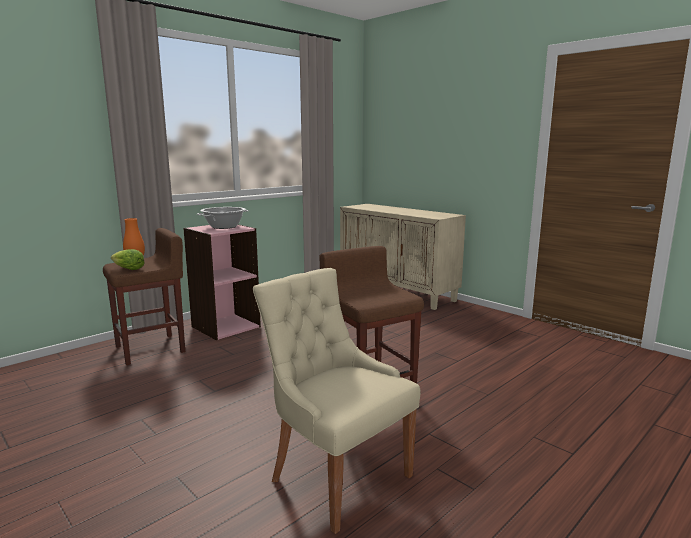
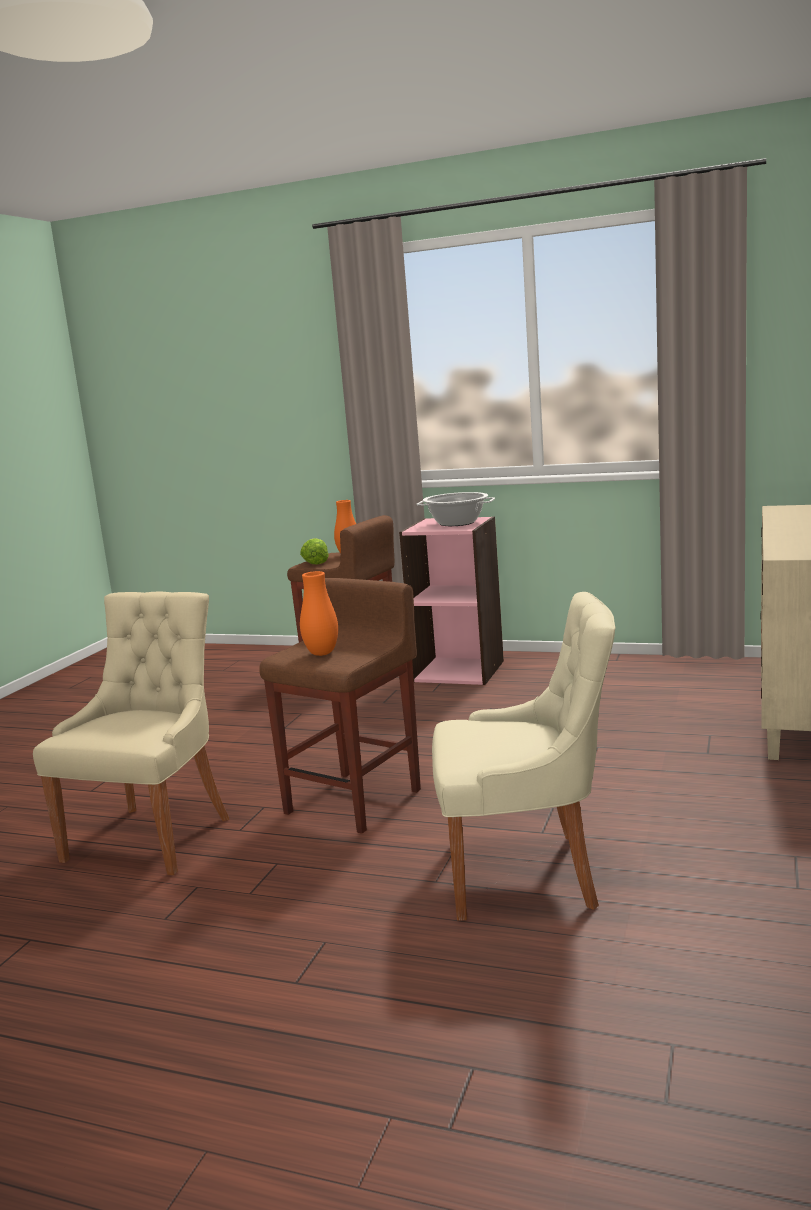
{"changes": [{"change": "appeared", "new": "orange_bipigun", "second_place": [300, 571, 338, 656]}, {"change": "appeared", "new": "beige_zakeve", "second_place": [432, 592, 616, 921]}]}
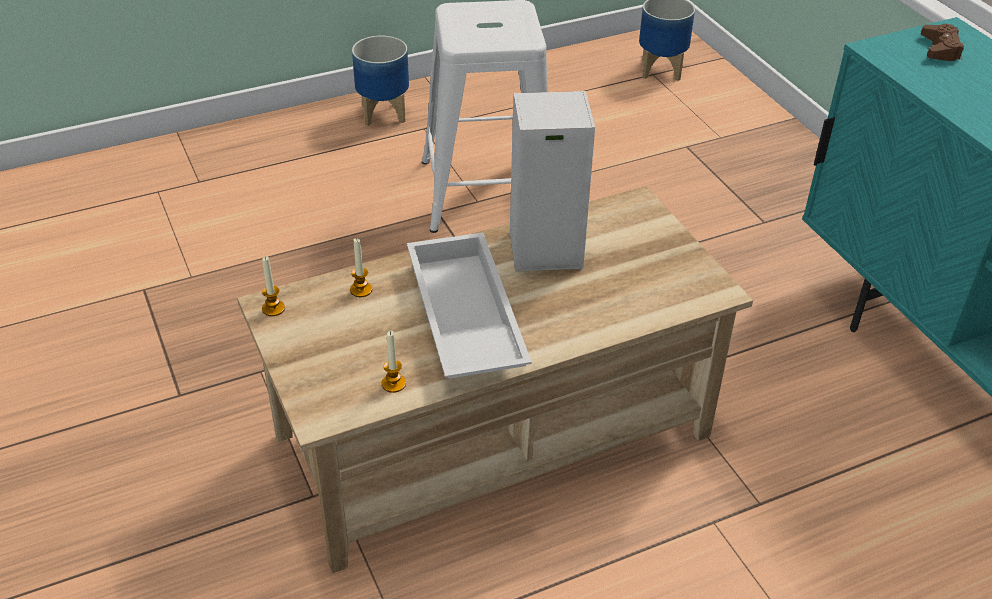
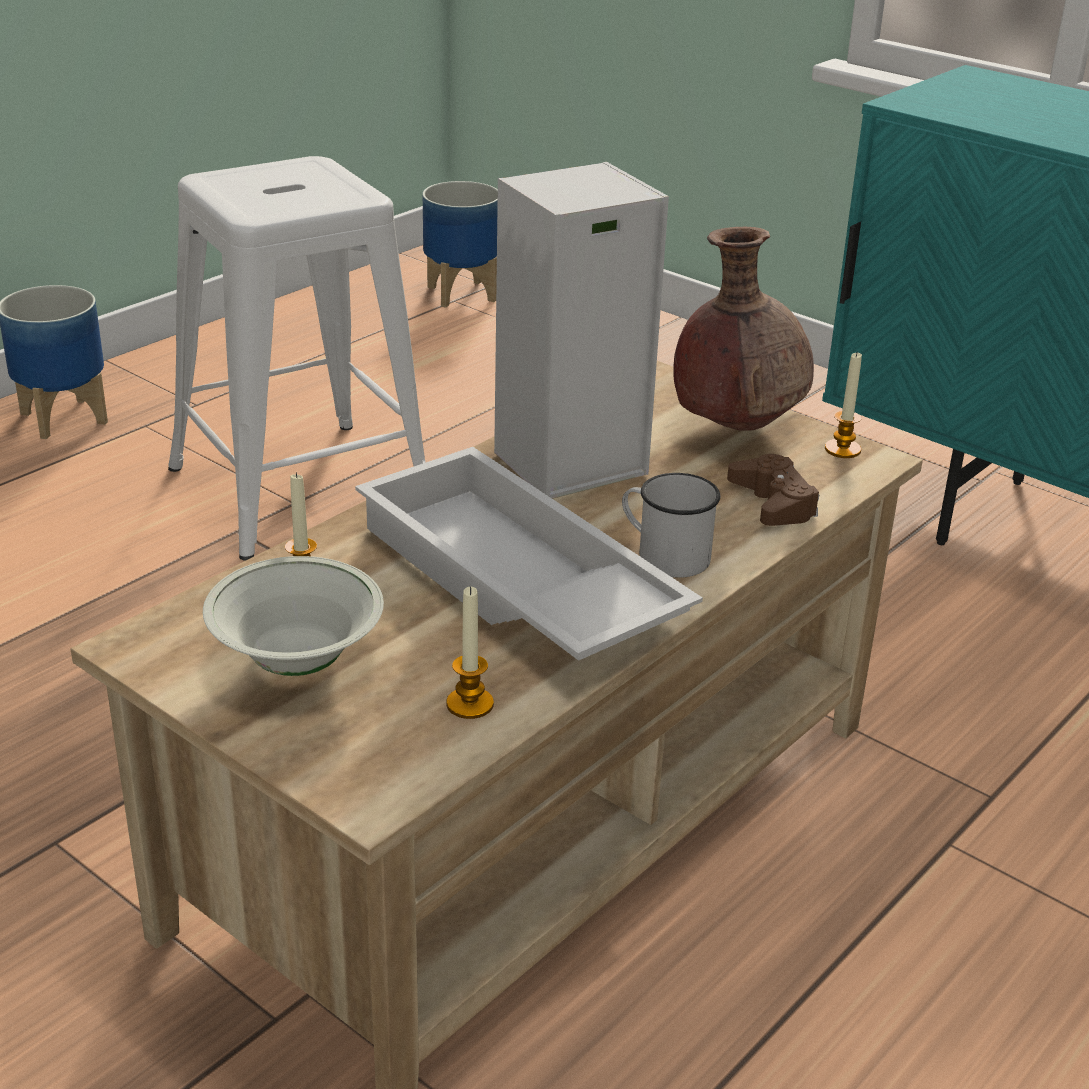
{"changes": [{"change": "appeared", "new": "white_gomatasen", "second_place": [203, 556, 384, 676]}, {"change": "appeared", "new": "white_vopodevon", "second_place": [622, 473, 720, 578]}, {"change": "appeared", "new": "brown_bipigun", "second_place": [673, 227, 814, 431]}, {"change": "relocated", "old": "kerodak", "first_place": [262, 257, 285, 316], "second_place": [825, 353, 862, 458]}, {"change": "relocated", "old": "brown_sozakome", "first_place": [921, 24, 964, 61], "second_place": [727, 454, 819, 526]}]}
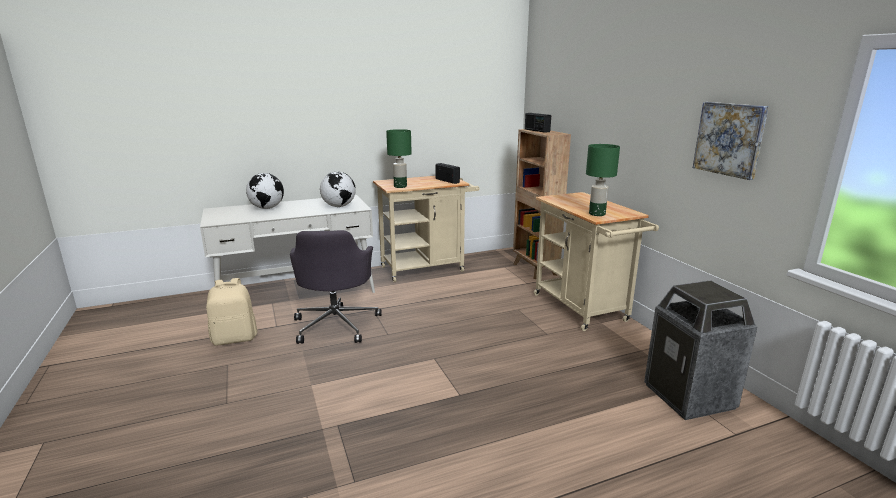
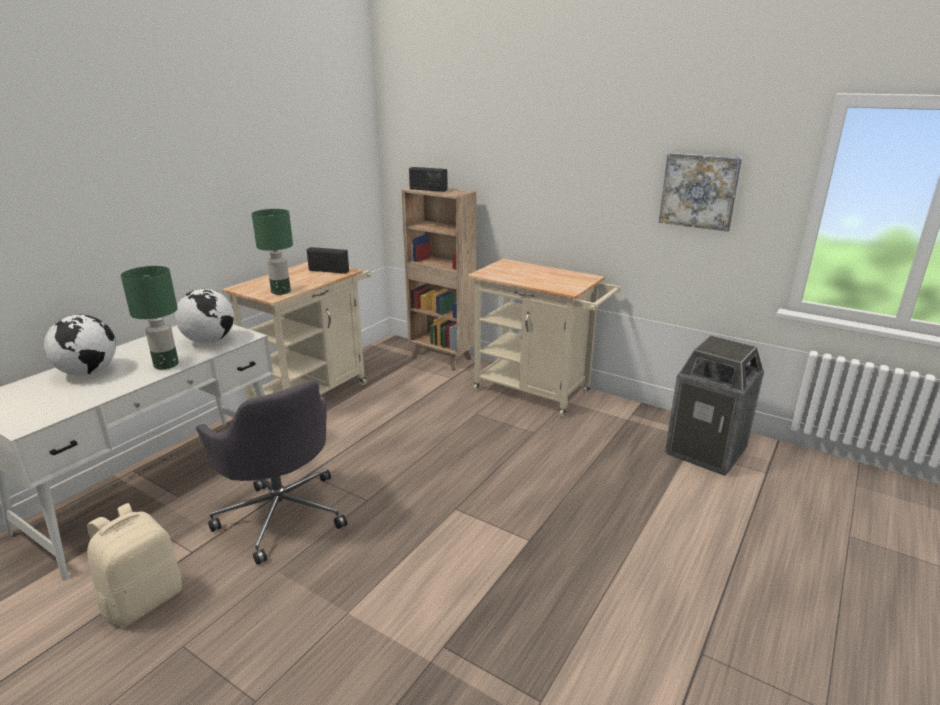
{"changes": [{"change": "relocated", "old": "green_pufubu", "first_place": [586, 144, 620, 216], "second_place": [121, 266, 179, 369]}]}
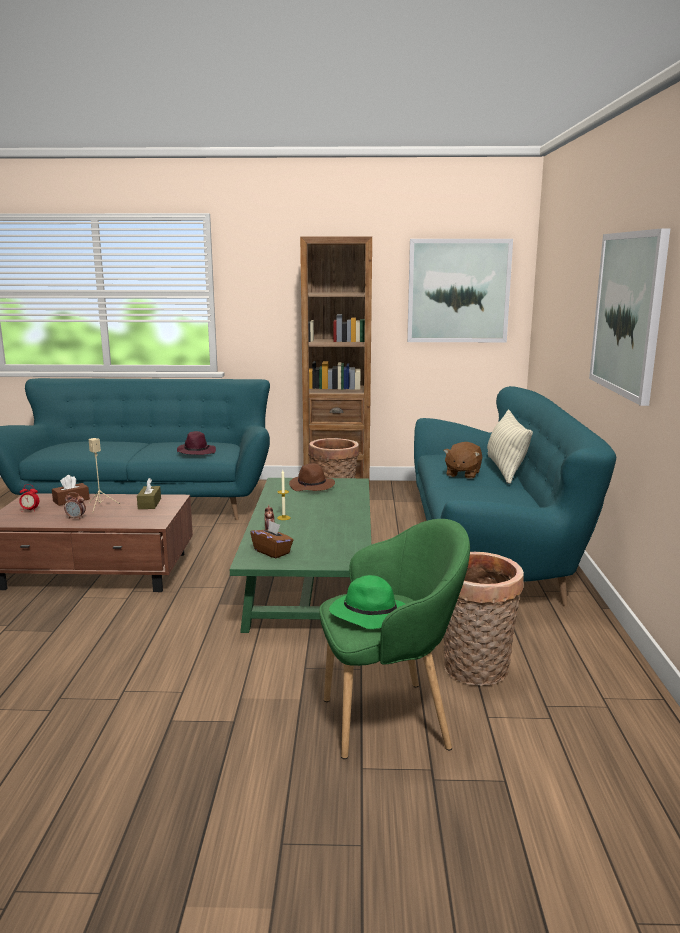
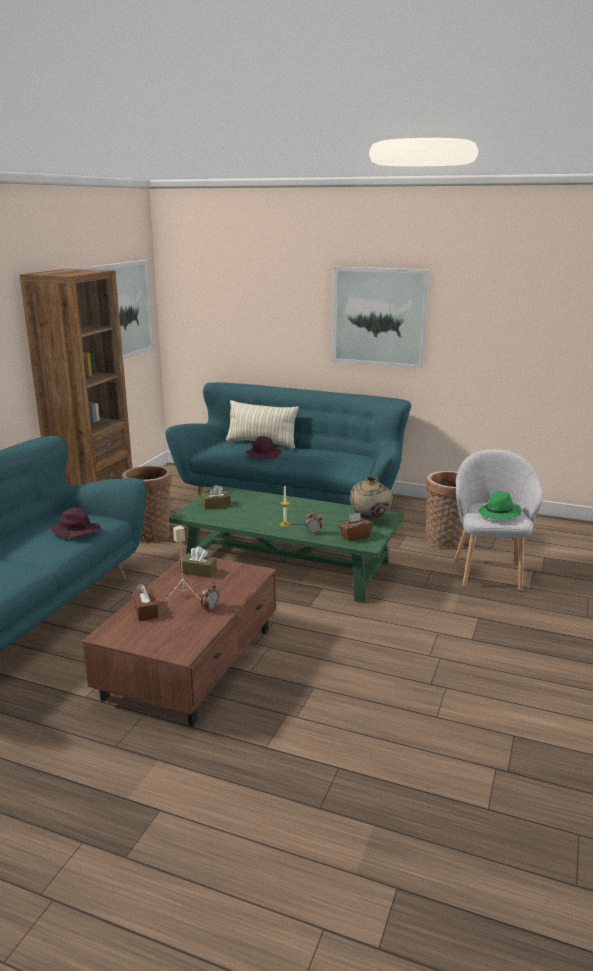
{"changes": [{"change": "missing", "old": "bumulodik", "first_place": [19, 484, 39, 511]}, {"change": "appeared", "new": "beige_bipigun", "second_place": [350, 476, 393, 521]}, {"change": "exchanged", "old": "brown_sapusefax", "new": "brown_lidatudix", "first_place": [289, 463, 335, 491], "second_place": [202, 485, 231, 510]}, {"change": "exchanged", "old": "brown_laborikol", "new": "purple_sapusefax", "first_place": [444, 442, 482, 479], "second_place": [245, 436, 282, 458]}, {"change": "colour", "old": "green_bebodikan", "new": "grey_bebodikan", "first_place": [319, 519, 470, 759], "second_place": [455, 449, 543, 592]}]}
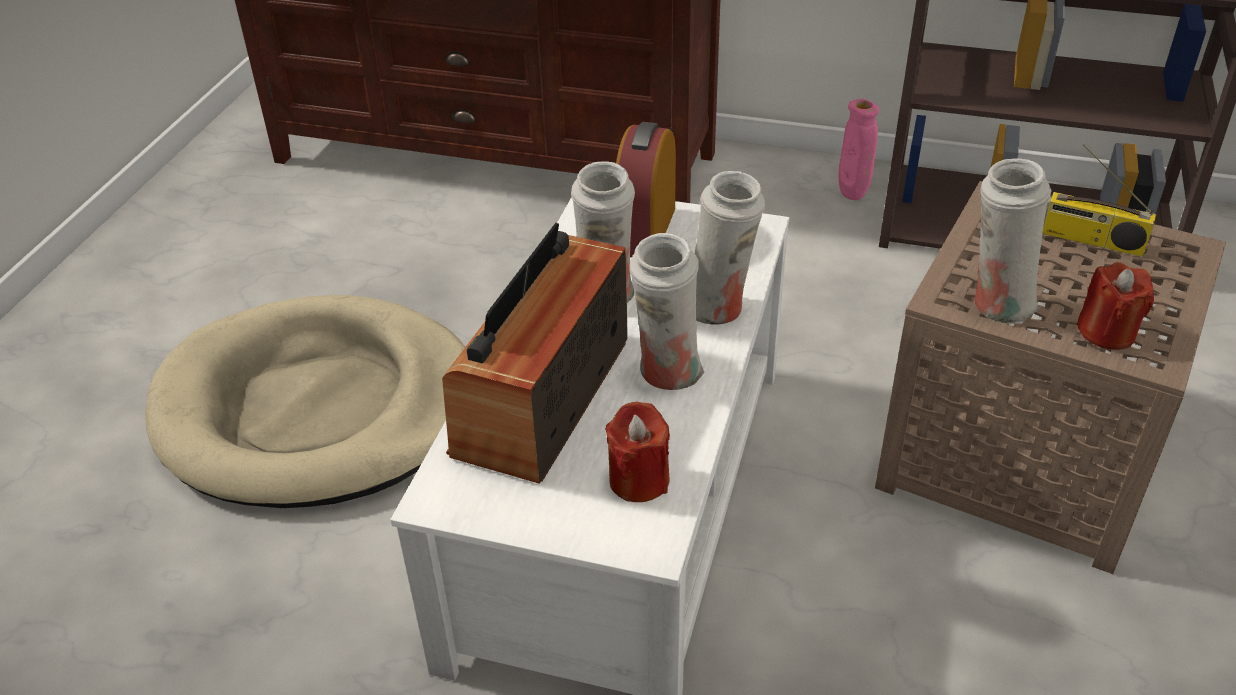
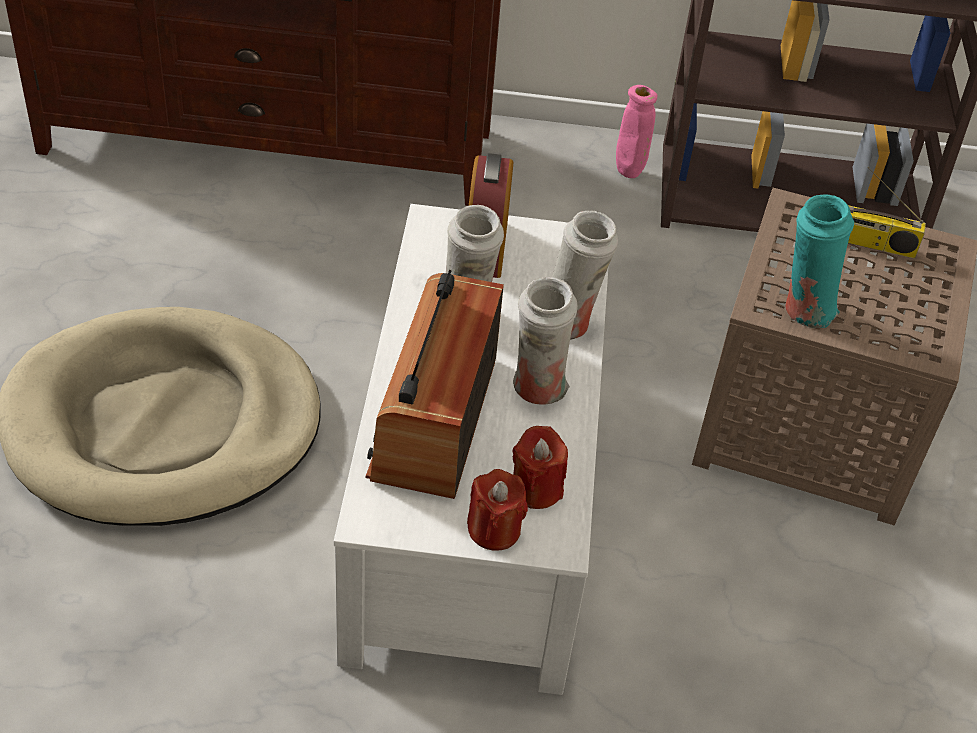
{"changes": [{"change": "relocated", "old": "red_kerodak", "first_place": [1077, 262, 1154, 350], "second_place": [467, 469, 528, 551]}, {"change": "colour", "old": "white_bipigun", "new": "turquoise_bipigun", "first_place": [975, 158, 1052, 324], "second_place": [785, 194, 854, 328]}]}
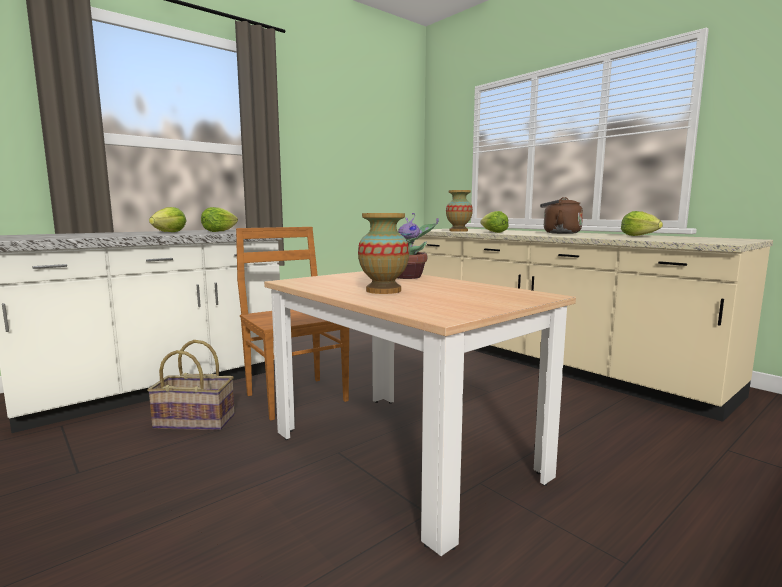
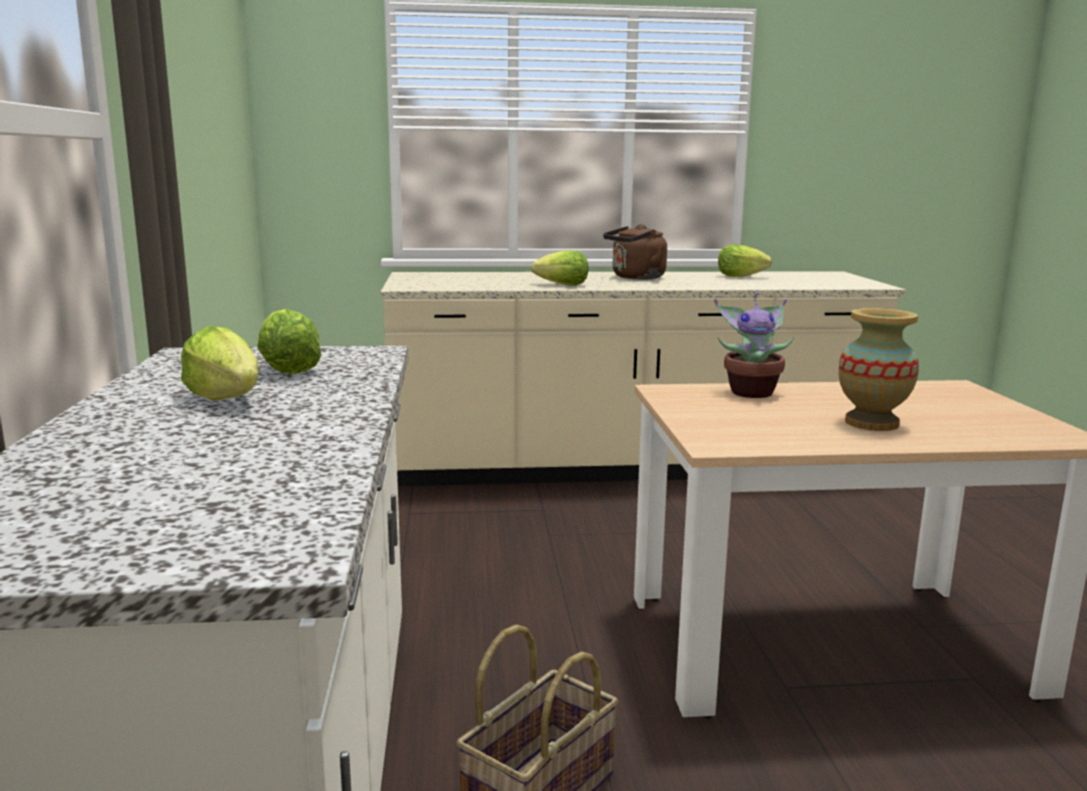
{"changes": [{"change": "missing", "old": "brown_zakeve", "first_place": [236, 227, 349, 420]}, {"change": "missing", "old": "bipigun", "first_place": [446, 190, 473, 232]}]}
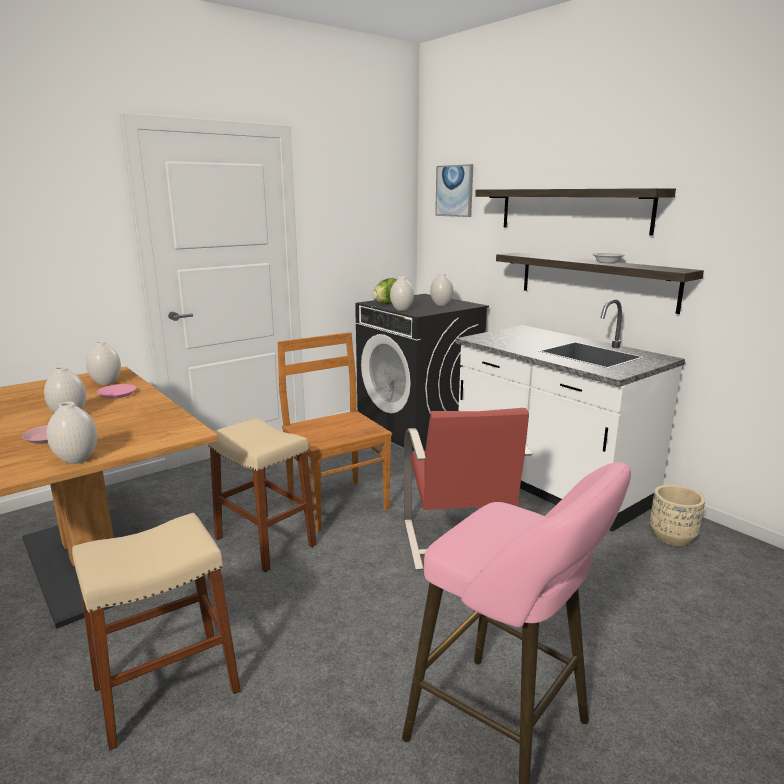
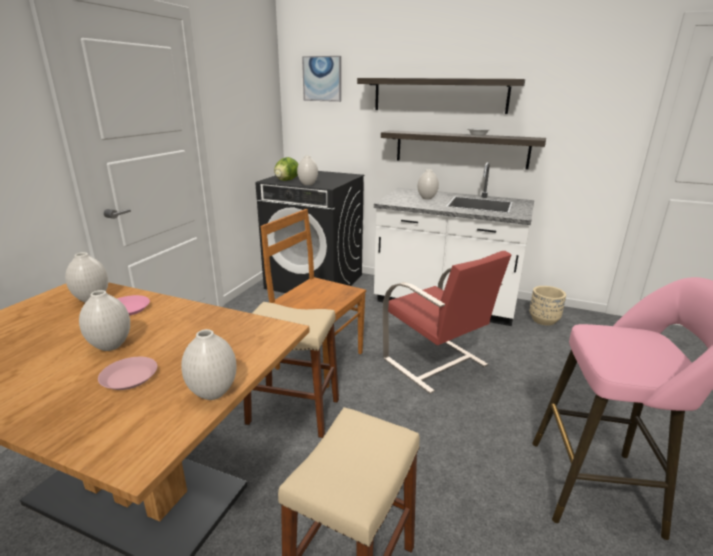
{"changes": [{"change": "relocated", "old": "white_bipigun", "first_place": [430, 273, 453, 306], "second_place": [418, 169, 439, 199]}]}
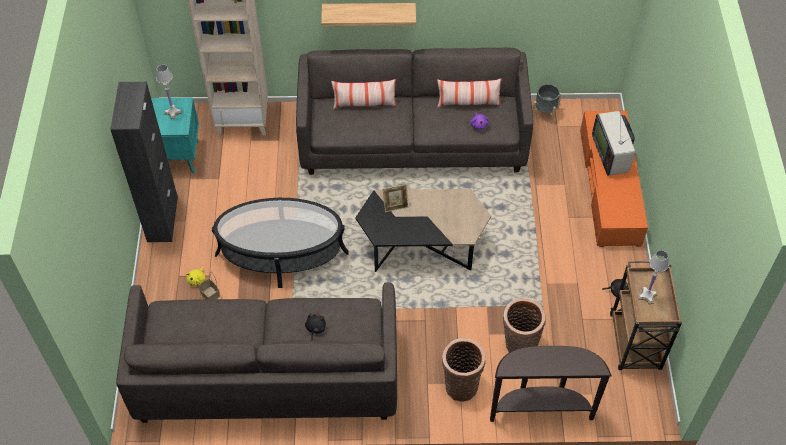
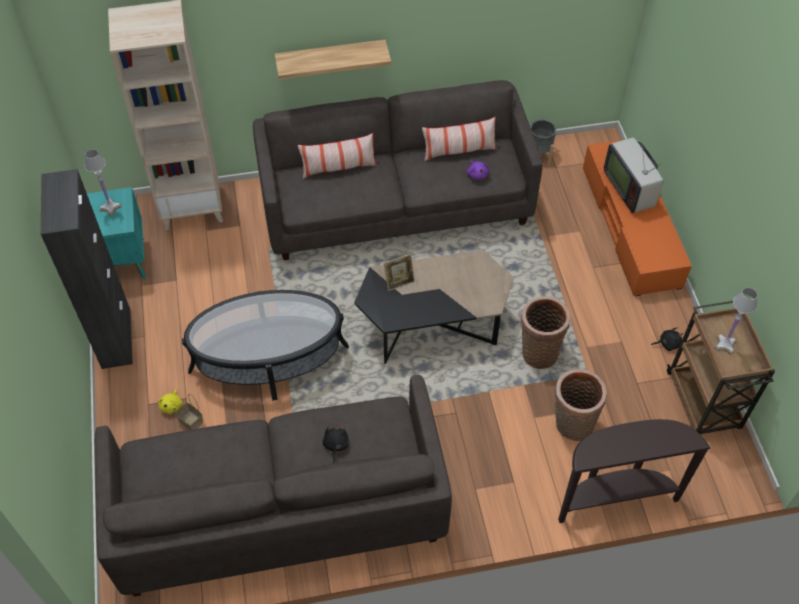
{"changes": [{"change": "relocated", "old": "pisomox", "first_place": [442, 338, 485, 401], "second_place": [521, 296, 570, 369]}]}
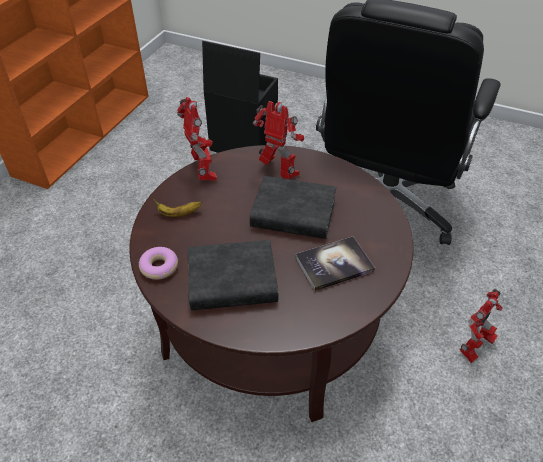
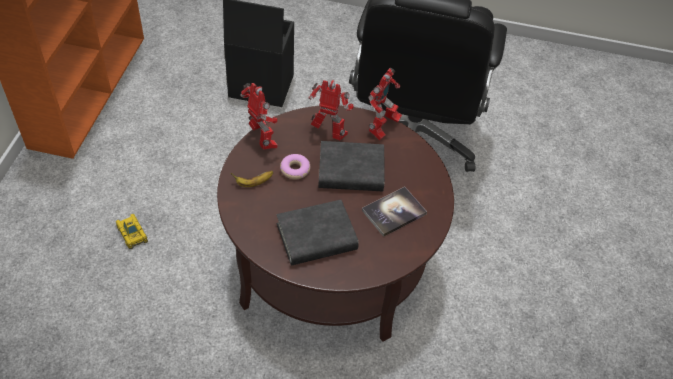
{"changes": [{"change": "appeared", "new": "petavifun", "second_place": [116, 214, 148, 249]}, {"change": "relocated", "old": "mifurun", "first_place": [139, 247, 179, 280], "second_place": [280, 154, 310, 180]}, {"change": "relocated", "old": "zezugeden", "first_place": [460, 289, 503, 363], "second_place": [369, 68, 402, 141]}]}
